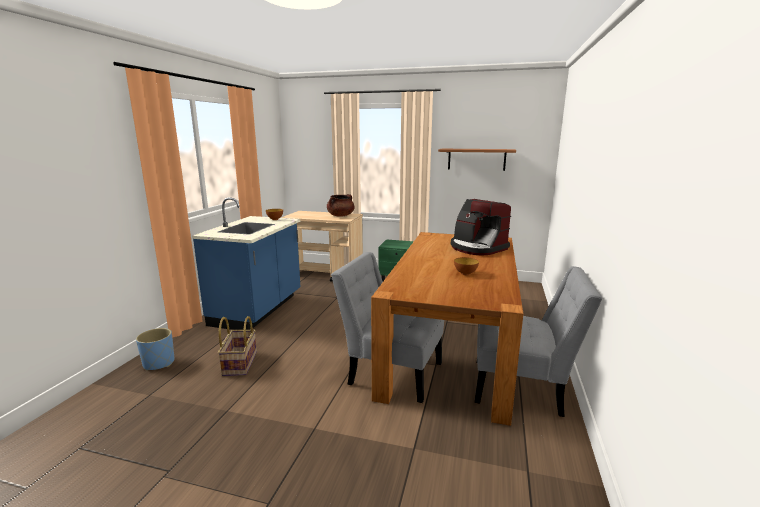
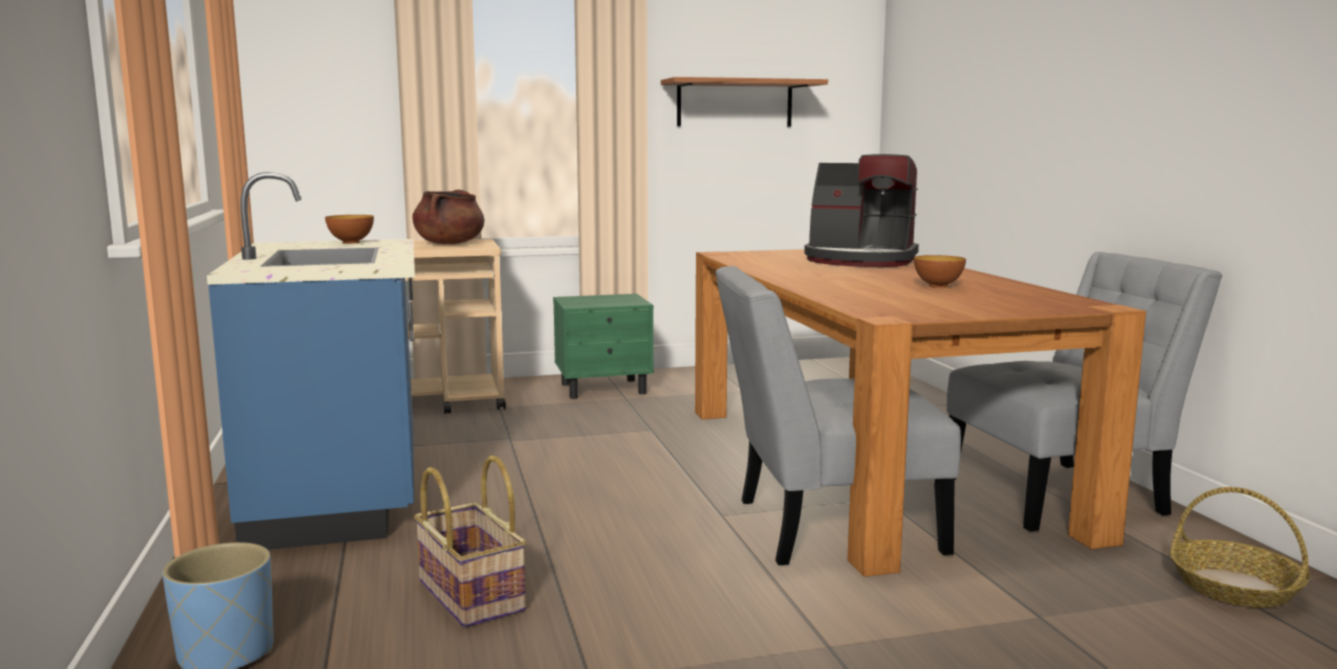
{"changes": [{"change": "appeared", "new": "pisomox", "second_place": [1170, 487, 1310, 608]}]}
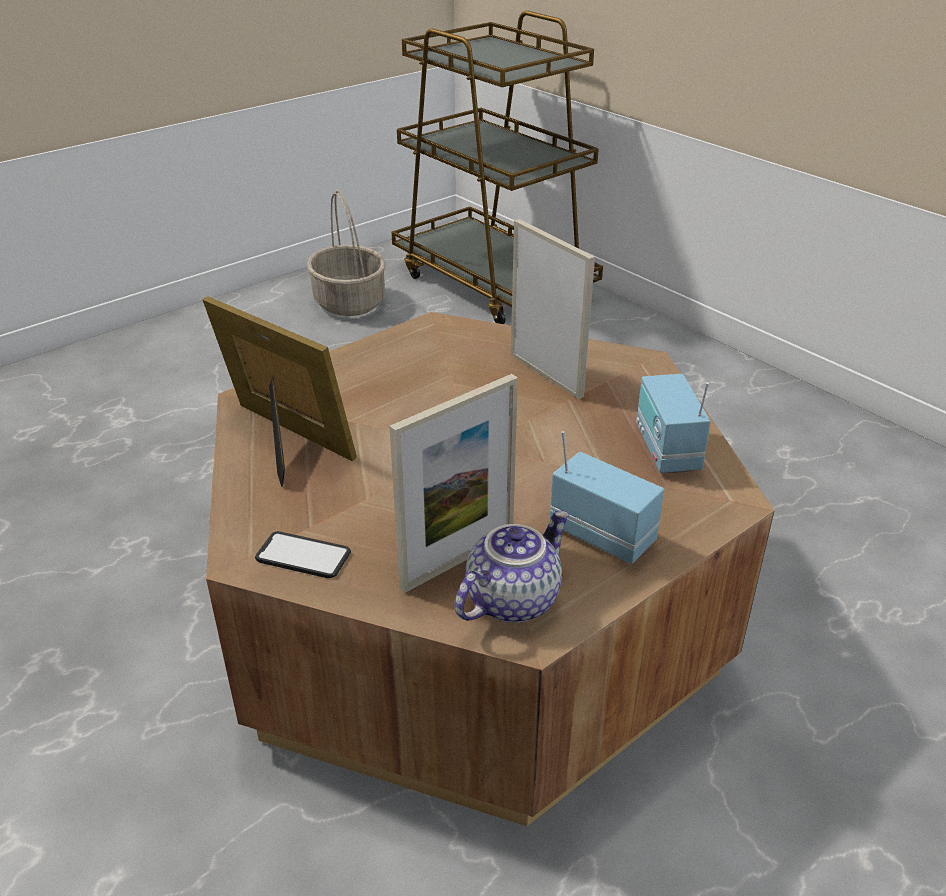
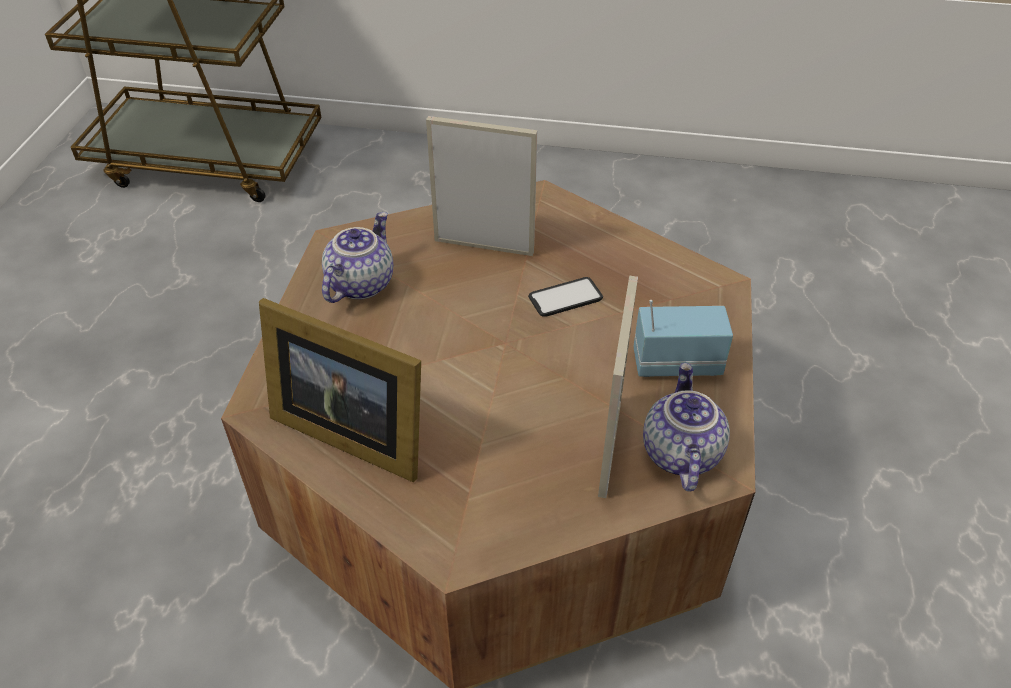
{"changes": [{"change": "missing", "old": "pisomox", "first_place": [307, 190, 386, 316]}, {"change": "missing", "old": "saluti", "first_place": [636, 374, 711, 473]}, {"change": "appeared", "new": "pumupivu", "second_place": [322, 212, 393, 303]}, {"change": "relocated", "old": "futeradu", "first_place": [255, 531, 351, 578], "second_place": [528, 277, 603, 317]}, {"change": "spun", "old": "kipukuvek", "first_place": [202, 296, 357, 487], "second_place": [259, 298, 421, 482], "degrees": -150}]}
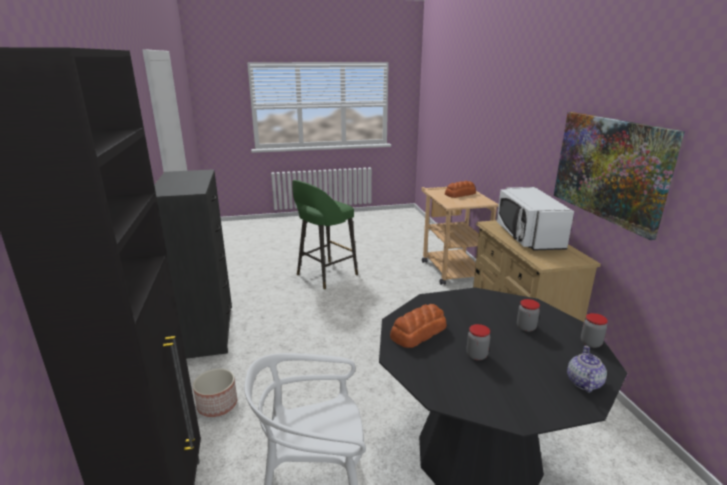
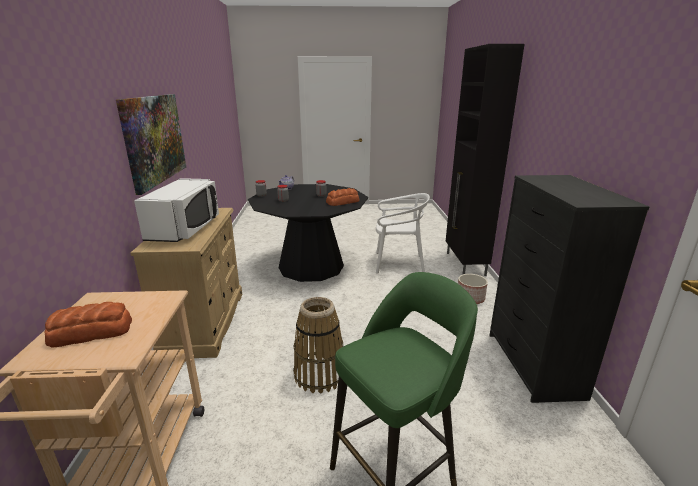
{"changes": [{"change": "appeared", "new": "pisomox", "second_place": [293, 297, 343, 394]}]}
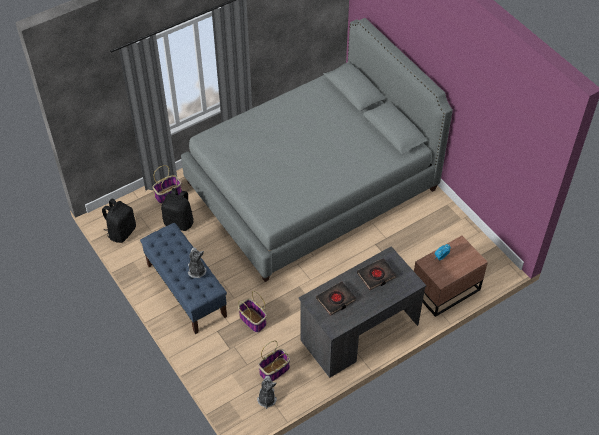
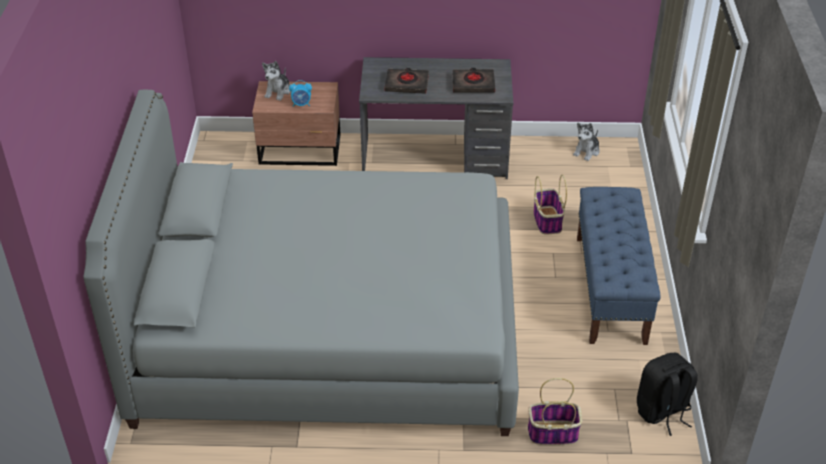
{"changes": [{"change": "missing", "old": "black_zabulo", "first_place": [161, 188, 194, 231]}, {"change": "missing", "old": "pisomox", "first_place": [258, 340, 290, 382]}, {"change": "relocated", "old": "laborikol", "first_place": [188, 247, 207, 278], "second_place": [262, 61, 291, 101]}]}
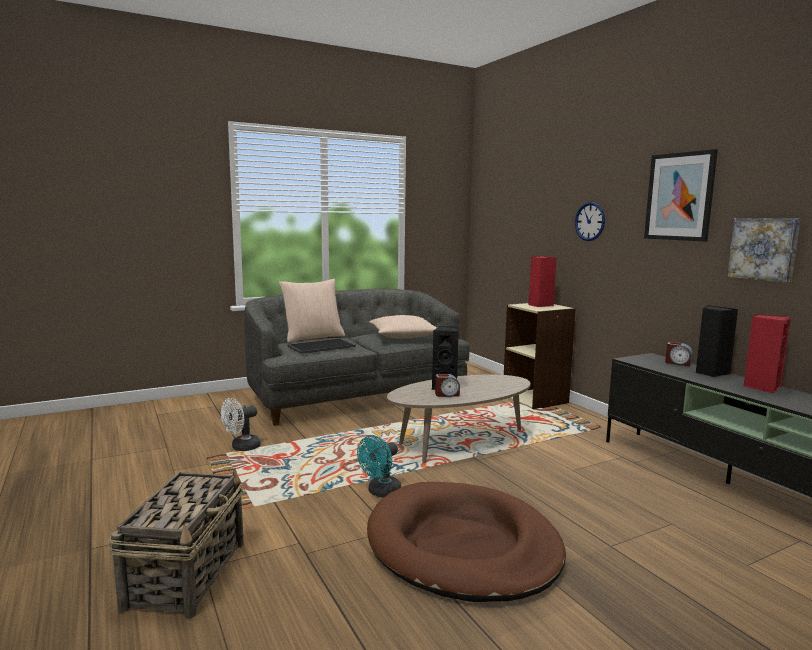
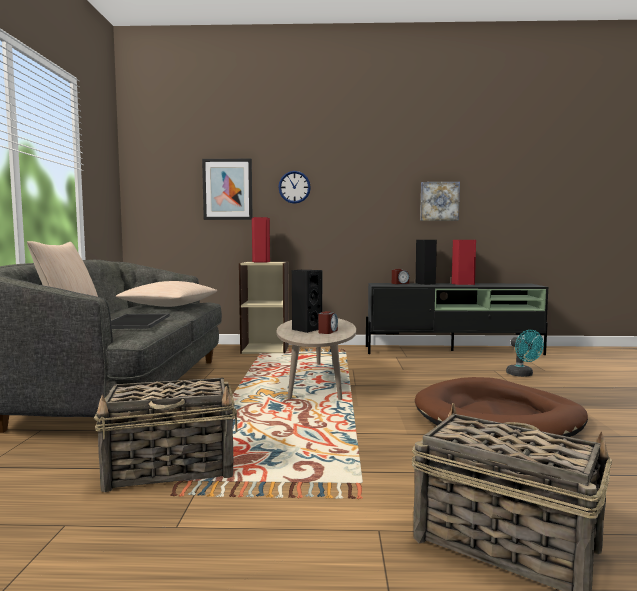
{"changes": [{"change": "relocated", "old": "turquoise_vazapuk", "first_place": [357, 435, 401, 498], "second_place": [506, 330, 544, 377]}, {"change": "relocated", "old": "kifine", "first_place": [644, 149, 718, 242], "second_place": [202, 159, 253, 220]}, {"change": "exchanged", "old": "white_vazapuk", "new": "pisomox", "first_place": [221, 398, 261, 451], "second_place": [94, 378, 238, 492]}]}
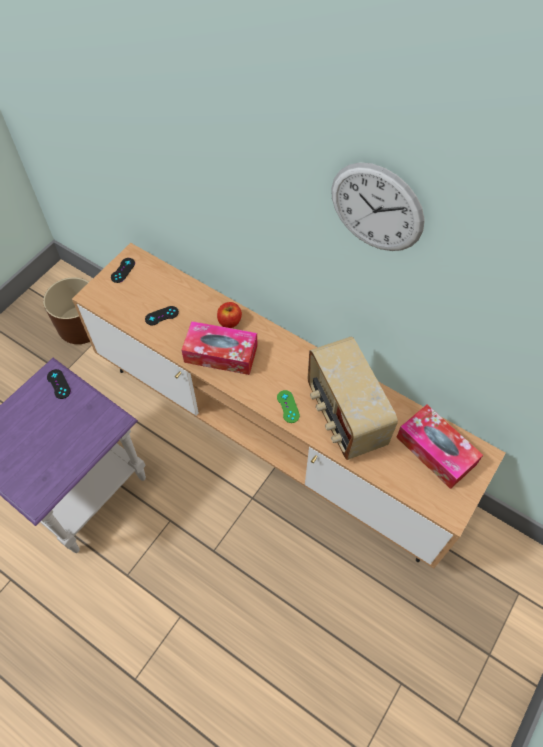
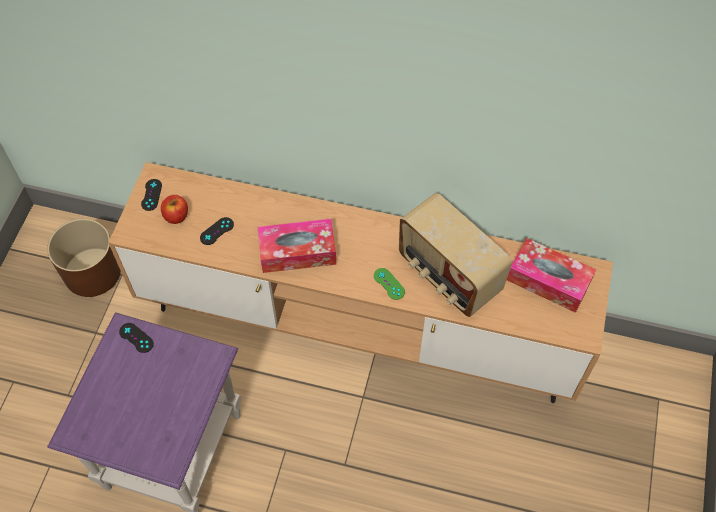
{"changes": [{"change": "missing", "old": "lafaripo", "first_place": [331, 162, 425, 251]}, {"change": "relocated", "old": "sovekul", "first_place": [217, 302, 242, 328], "second_place": [161, 195, 188, 224]}]}
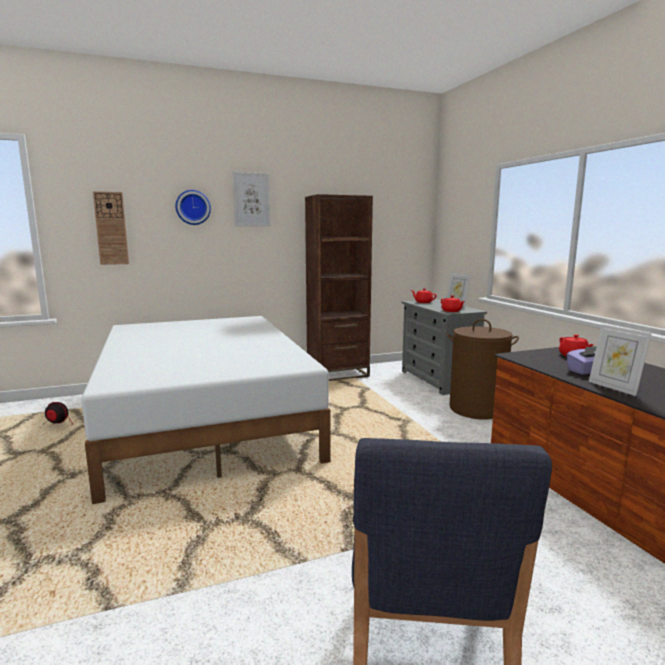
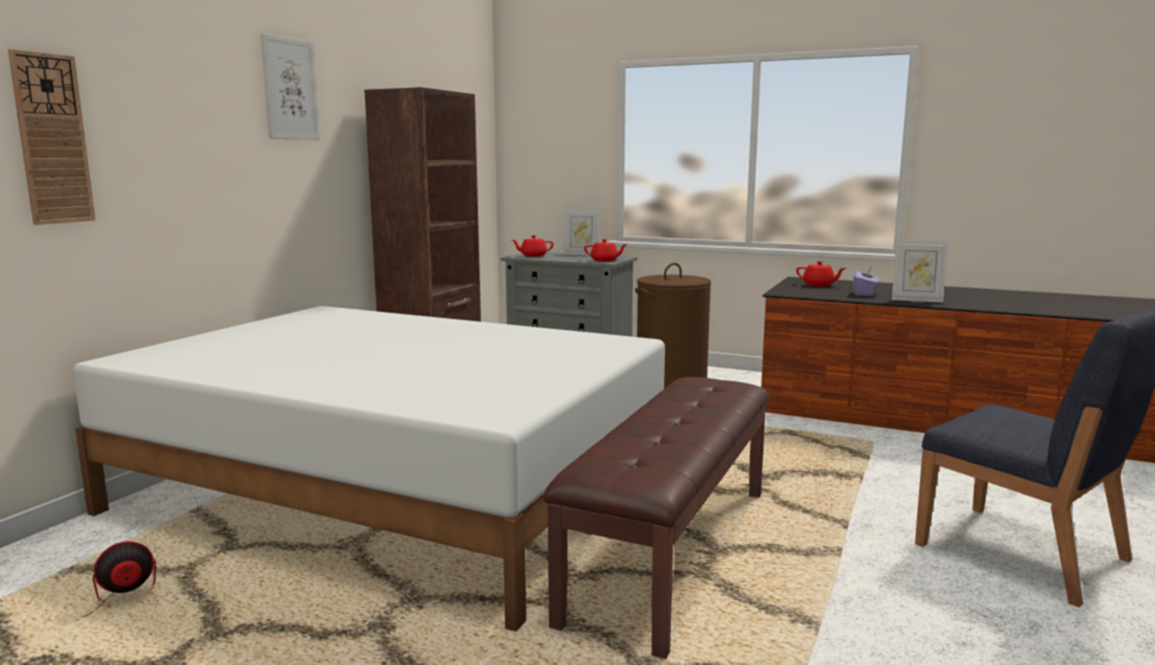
{"changes": [{"change": "missing", "old": "lafaripo", "first_place": [175, 190, 211, 225]}, {"change": "appeared", "new": "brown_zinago", "second_place": [543, 377, 770, 659]}]}
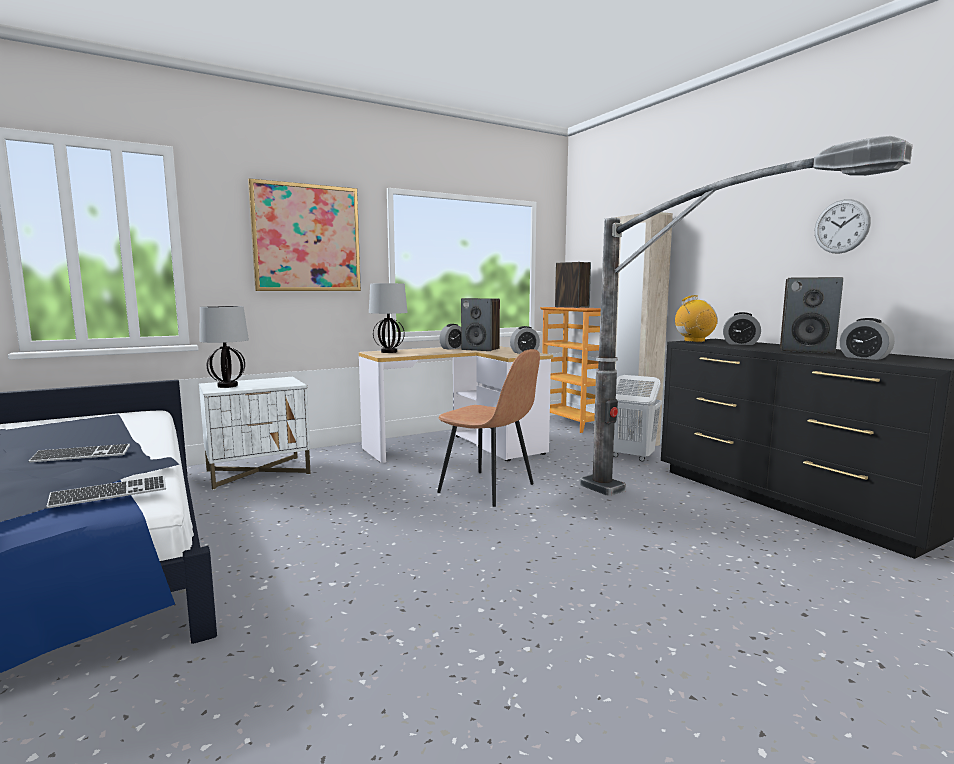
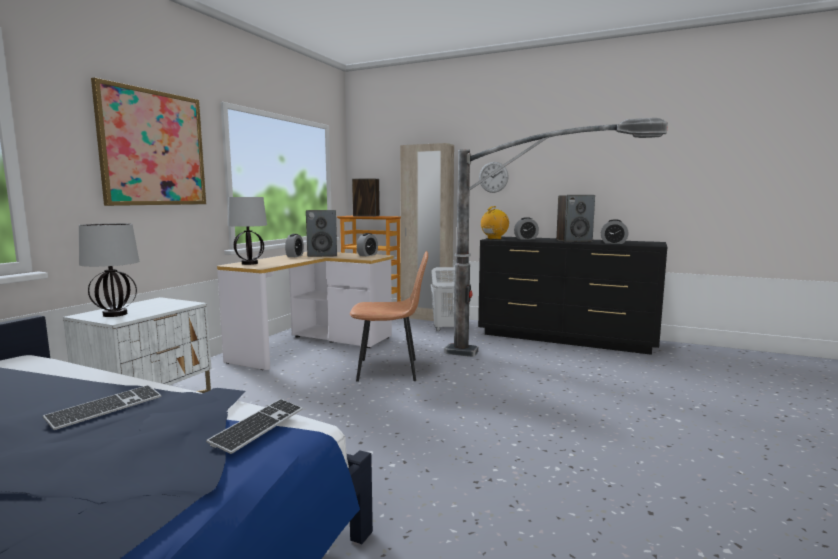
{"changes": [{"change": "relocated", "old": "lafaripo", "first_place": [815, 199, 871, 254], "second_place": [479, 162, 509, 193]}]}
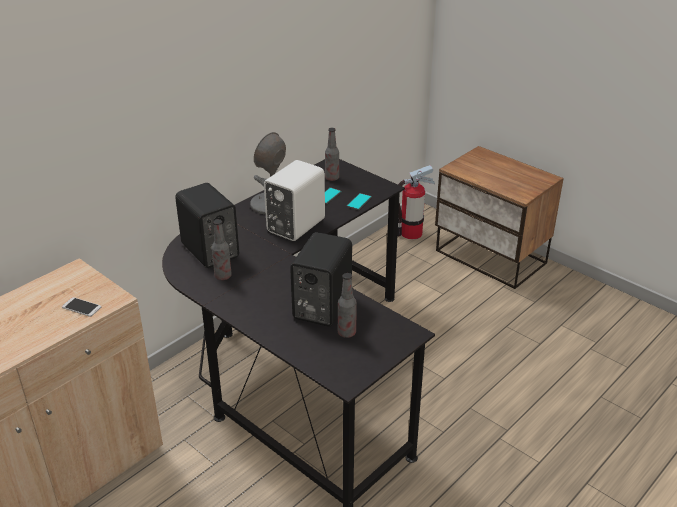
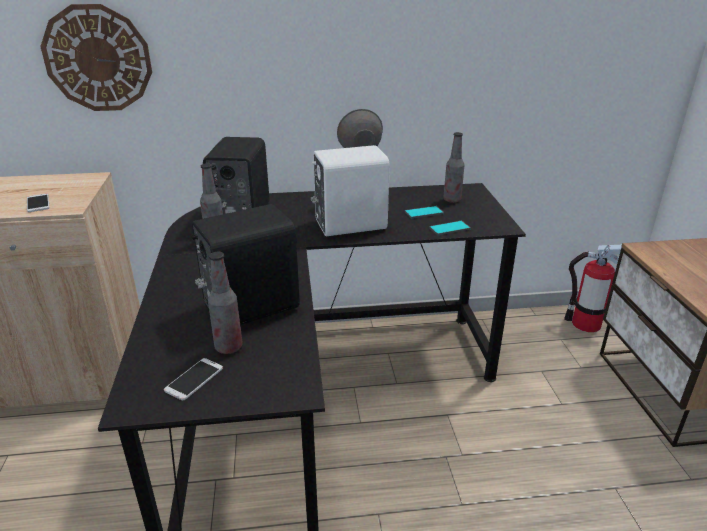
{"changes": [{"change": "appeared", "new": "lafaripo", "second_place": [40, 4, 152, 111]}, {"change": "appeared", "new": "futeradu", "second_place": [164, 358, 223, 400]}]}
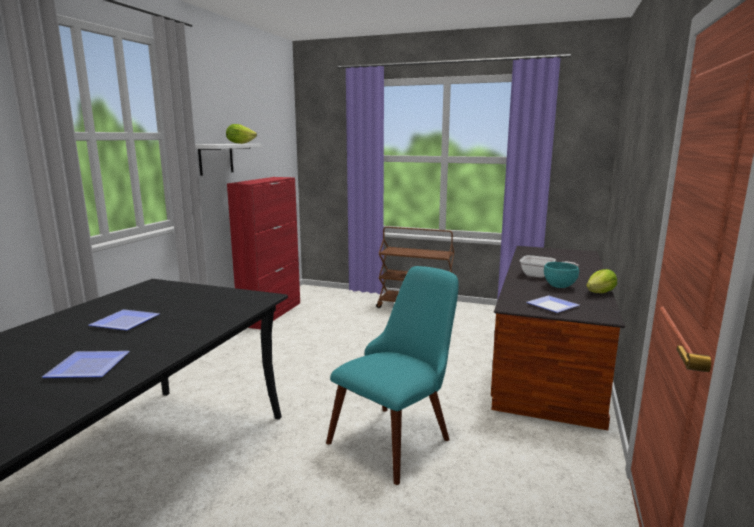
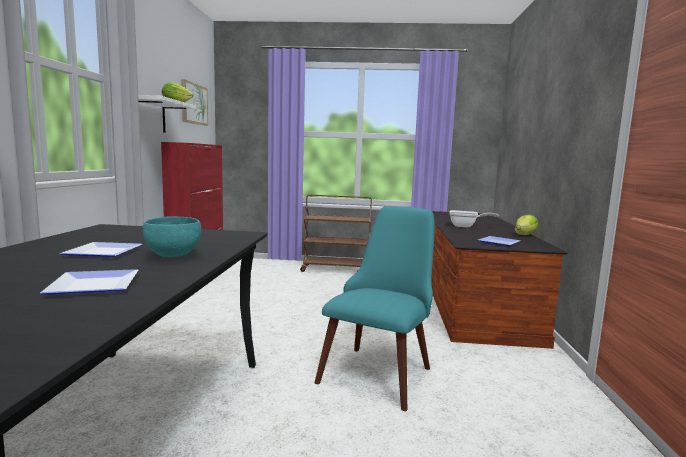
{"changes": [{"change": "appeared", "new": "kifine", "second_place": [181, 79, 208, 126]}, {"change": "relocated", "old": "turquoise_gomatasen", "first_place": [544, 262, 579, 288], "second_place": [143, 216, 201, 257]}]}
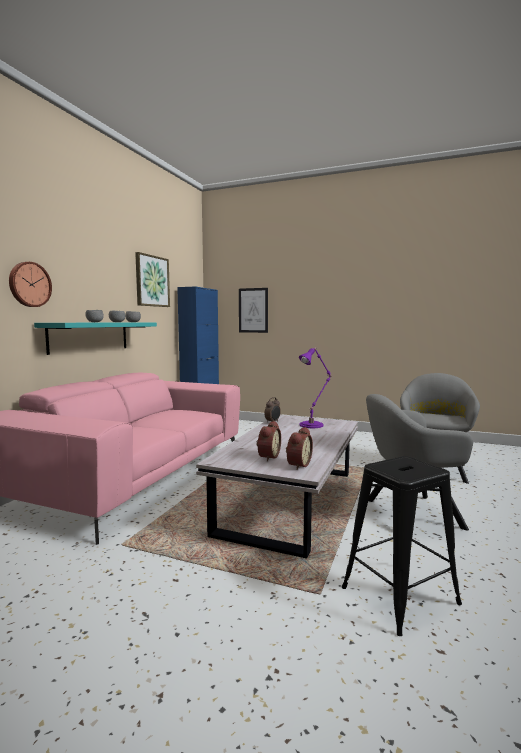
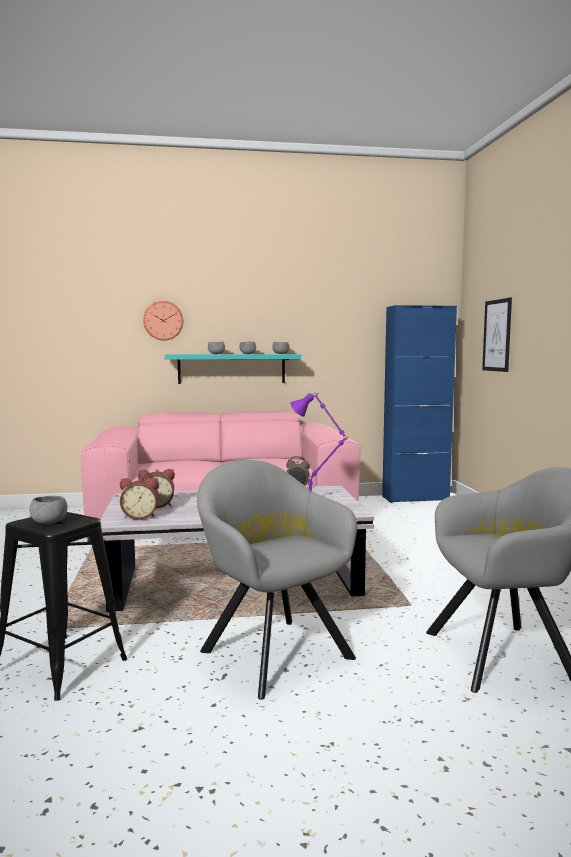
{"changes": [{"change": "missing", "old": "kifine", "first_place": [135, 252, 170, 307]}, {"change": "appeared", "new": "grey_gomatasen", "second_place": [29, 496, 68, 524]}]}
